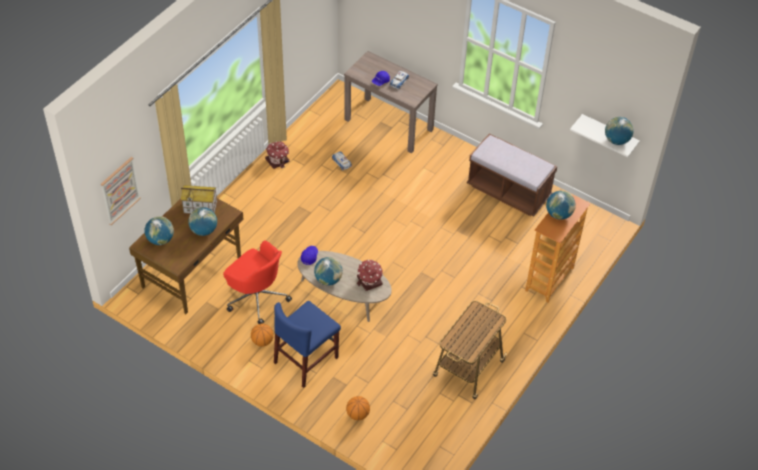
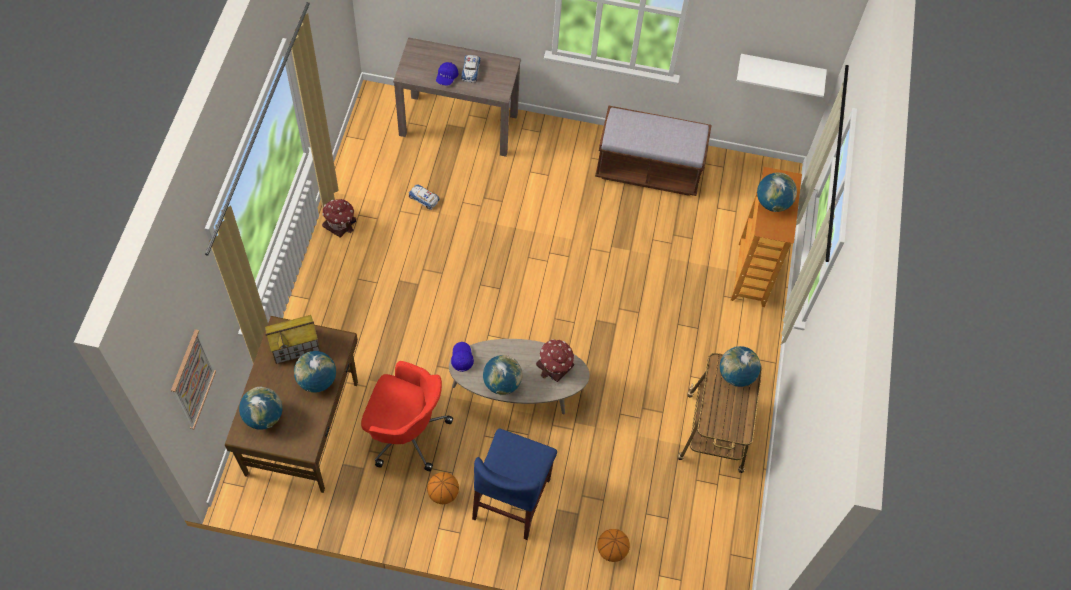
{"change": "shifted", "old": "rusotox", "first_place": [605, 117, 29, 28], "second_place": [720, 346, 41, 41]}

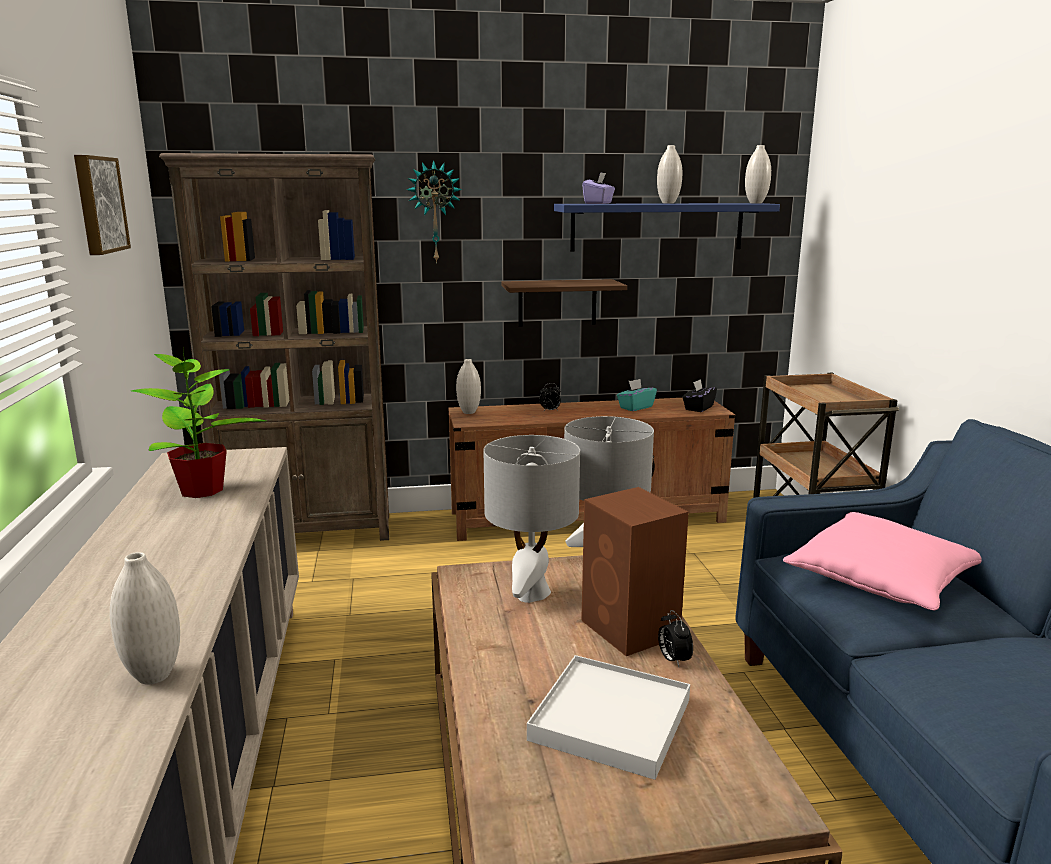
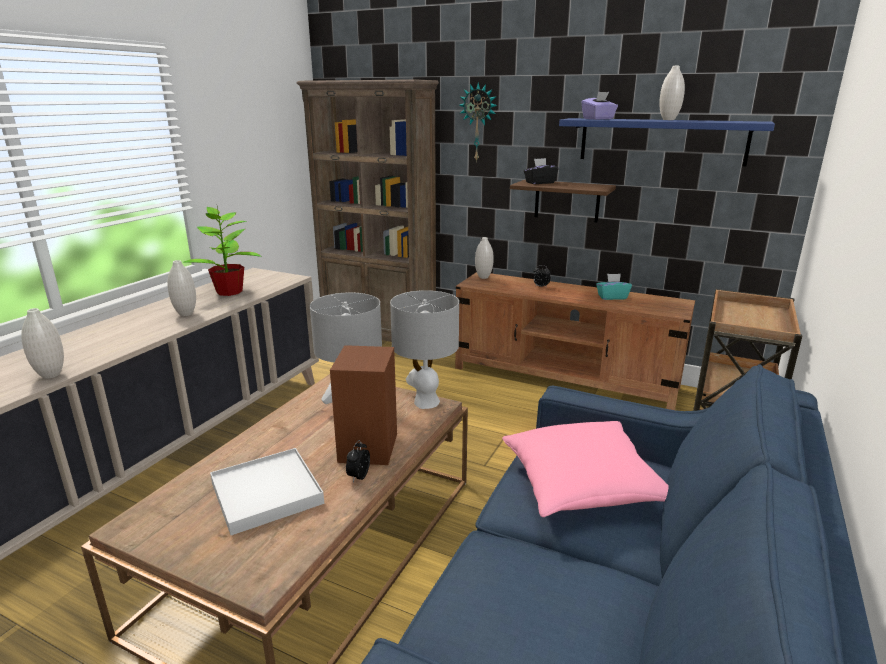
{"change": "gone", "old": "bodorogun", "first_place": [74, 155, 57, 100]}
{"change": "shifted", "old": "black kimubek", "first_place": [682, 379, 35, 33], "second_place": [524, 158, 35, 26]}
{"change": "shifted", "old": "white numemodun", "first_place": [745, 145, 26, 58], "second_place": [167, 260, 29, 56]}

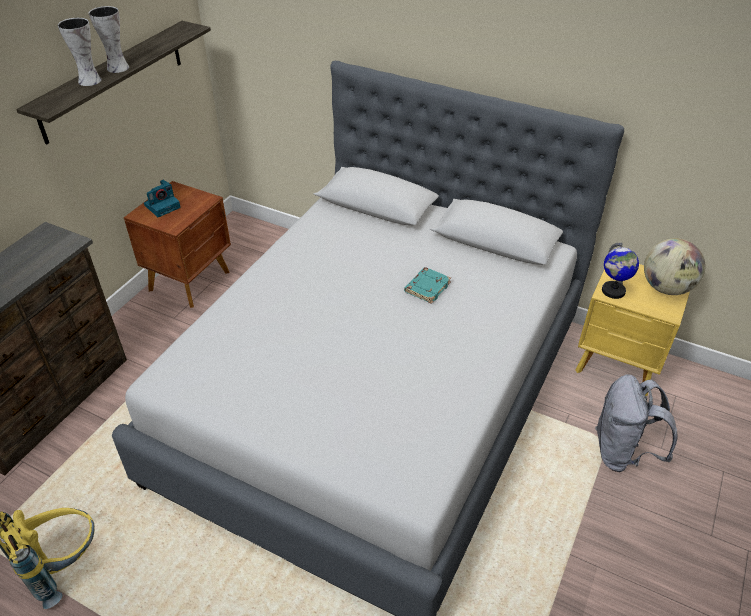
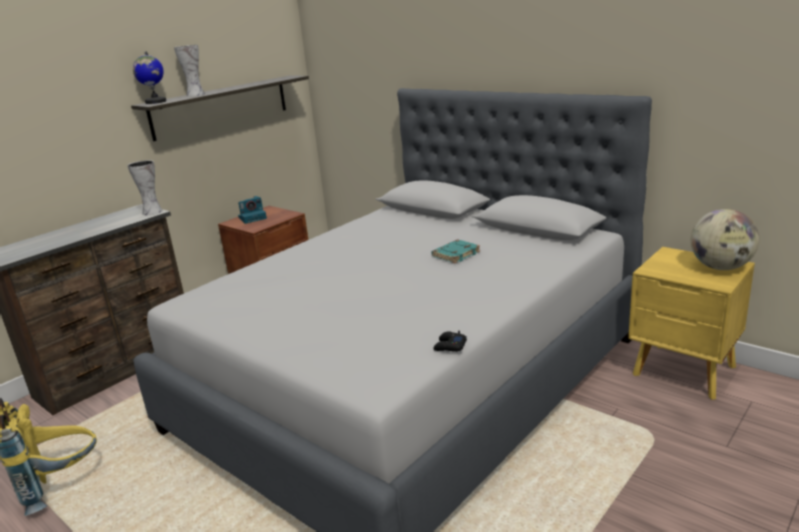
{"change": "shifted", "old": "numemodun", "first_place": [89, 6, 40, 67], "second_place": [127, 160, 36, 55]}
{"change": "gone", "old": "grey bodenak", "first_place": [595, 374, 83, 98]}
{"change": "shifted", "old": "rusotox", "first_place": [602, 242, 37, 57], "second_place": [133, 51, 33, 53]}
{"change": "new", "new": "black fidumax", "second_place": [433, 331, 34, 21]}

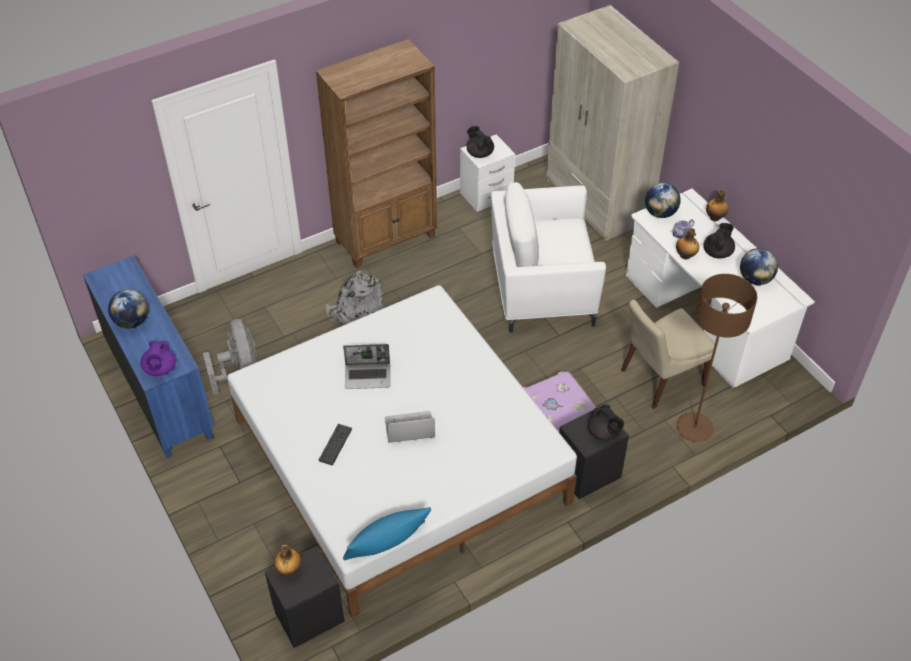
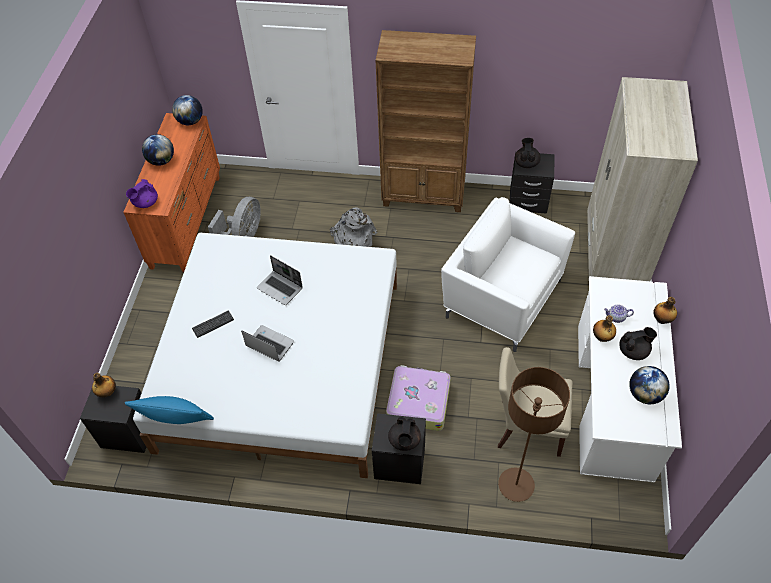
{"change": "repainted", "old": "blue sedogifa", "new": "orange sedogifa", "first_place": [83, 256, 131, 202], "second_place": [123, 113, 97, 159]}
{"change": "repainted", "old": "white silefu", "new": "black silefu", "first_place": [460, 134, 55, 78], "second_place": [509, 152, 46, 62]}
{"change": "shifted", "old": "rusotox", "first_place": [645, 183, 36, 35], "second_place": [172, 95, 31, 30]}

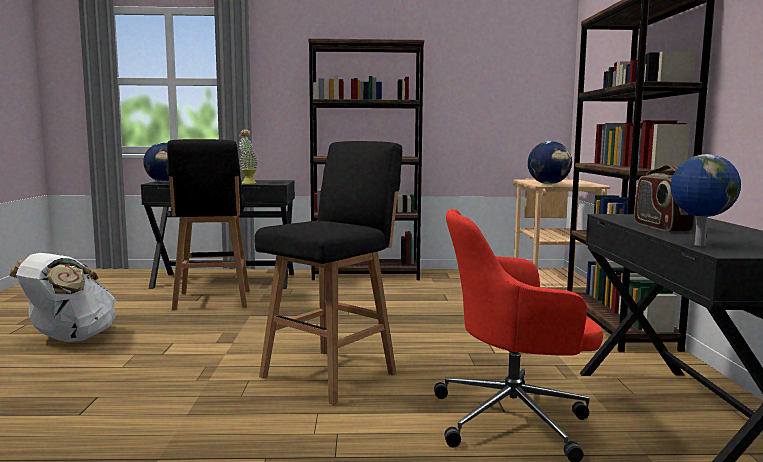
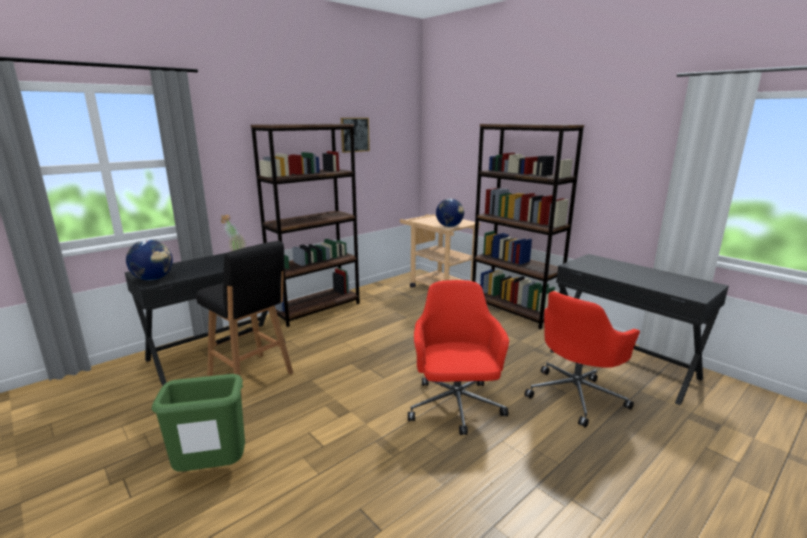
{"change": "swapped", "old": "white bodenak", "new": "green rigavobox", "first_place": [9, 253, 107, 89], "second_place": [152, 374, 93, 98]}
{"change": "swapped", "old": "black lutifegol", "new": "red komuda", "first_place": [255, 141, 147, 264], "second_place": [408, 280, 101, 155]}
{"change": "gone", "old": "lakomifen", "first_place": [634, 165, 61, 66]}
{"change": "gone", "old": "rusotox", "first_place": [671, 154, 70, 92]}
{"change": "new", "new": "bodorogun", "second_place": [341, 118, 29, 35]}

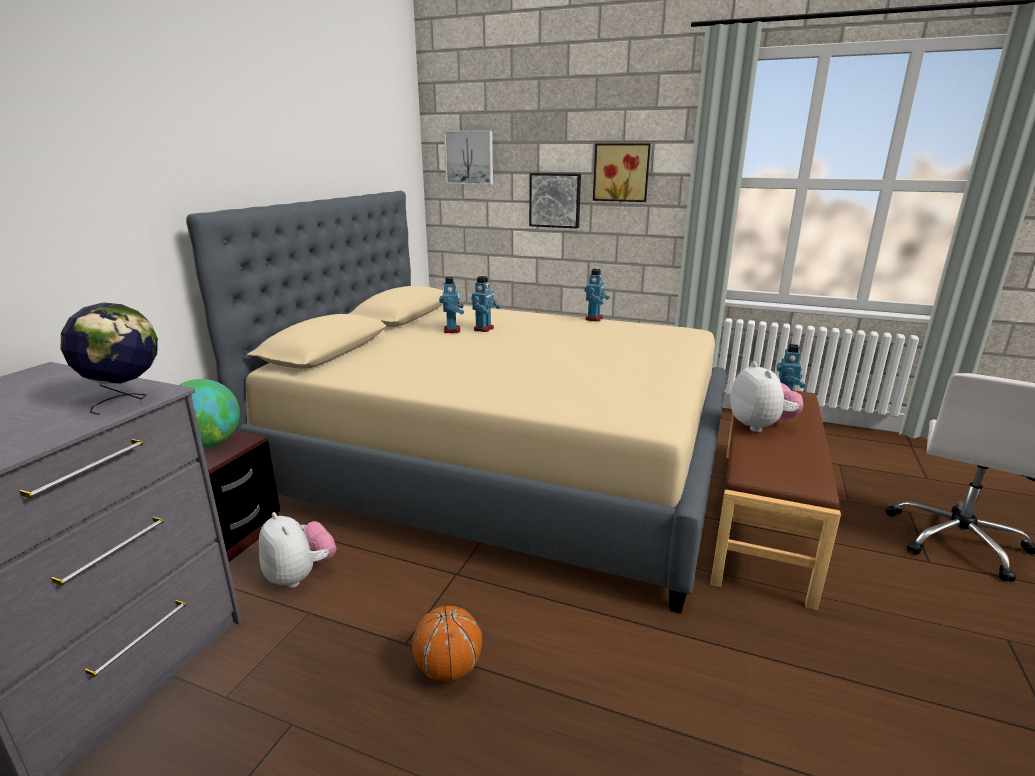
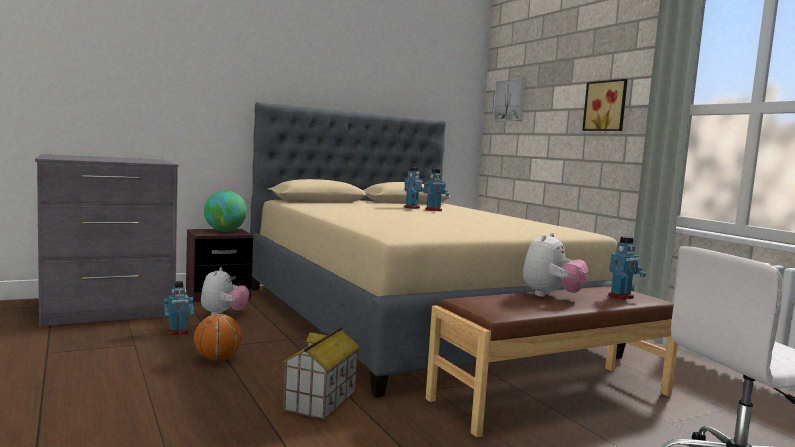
{"change": "gone", "old": "rusotox", "first_place": [61, 303, 97, 112]}
{"change": "gone", "old": "bodorogun", "first_place": [529, 173, 52, 55]}
{"change": "shifted", "old": "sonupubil", "first_place": [584, 269, 26, 53], "second_place": [164, 281, 30, 54]}
{"change": "new", "new": "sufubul", "second_place": [283, 327, 77, 93]}

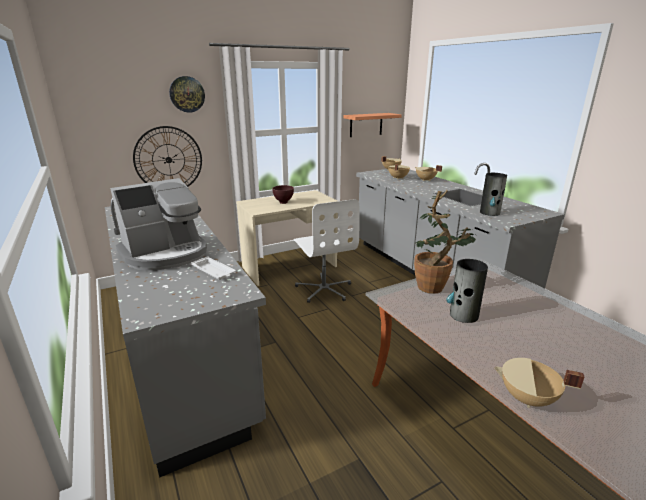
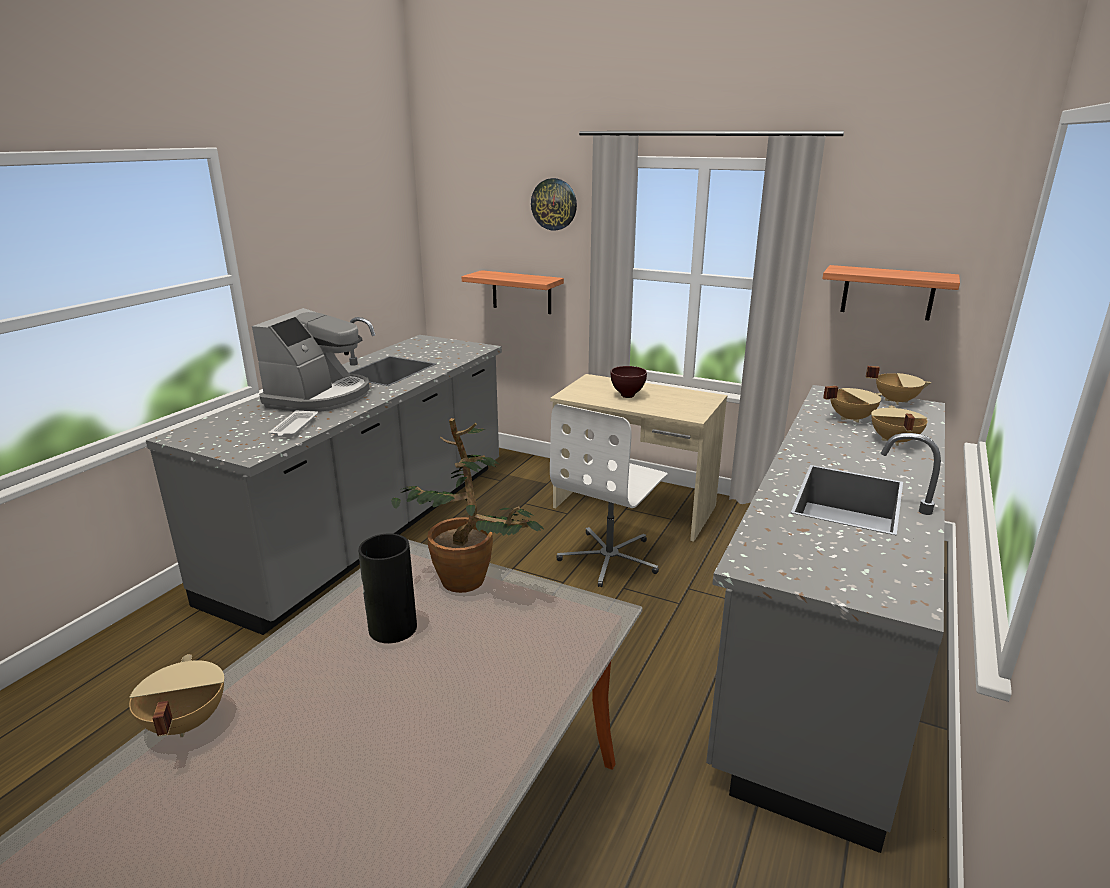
{"change": "rotated", "old": "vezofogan", "first_place": [110, 178, 97, 92], "second_place": [252, 308, 118, 104], "degrees": -90}
{"change": "swapped", "old": "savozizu", "new": "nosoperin", "first_place": [133, 126, 69, 61], "second_place": [461, 270, 103, 44]}
{"change": "gone", "old": "numemodun", "first_place": [480, 173, 27, 43]}

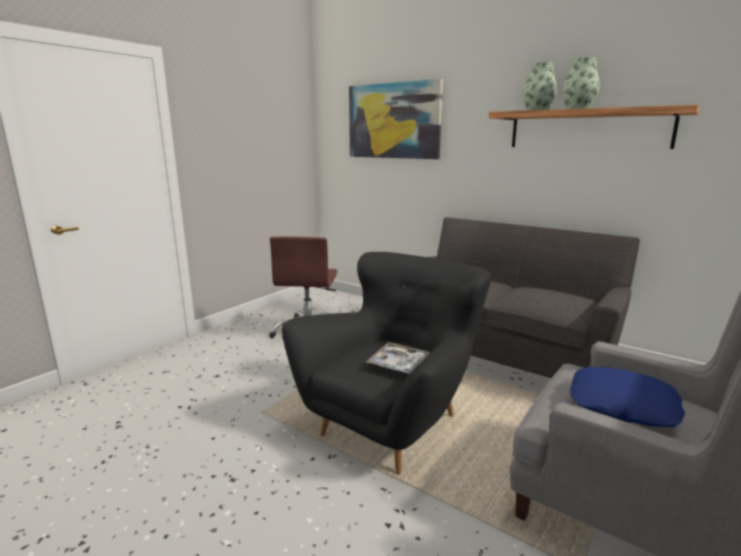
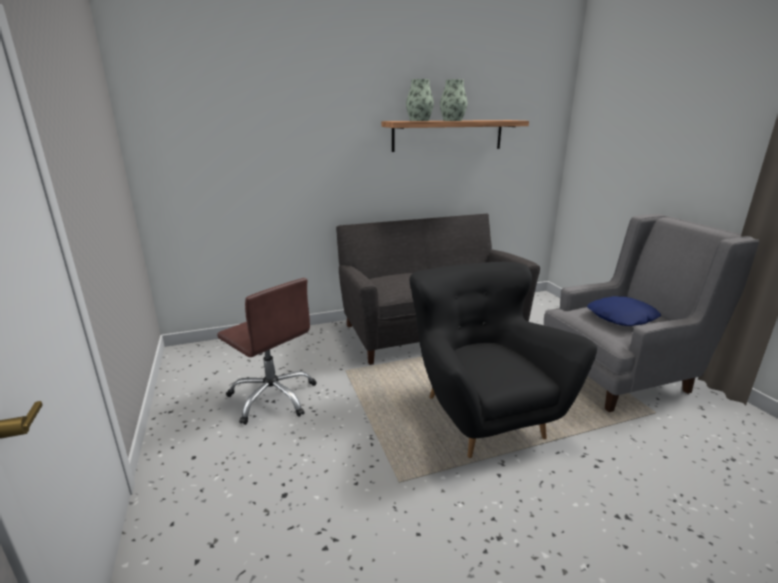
{"change": "gone", "old": "bodorogun", "first_place": [349, 79, 94, 80]}
{"change": "gone", "old": "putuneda", "first_place": [366, 342, 64, 32]}

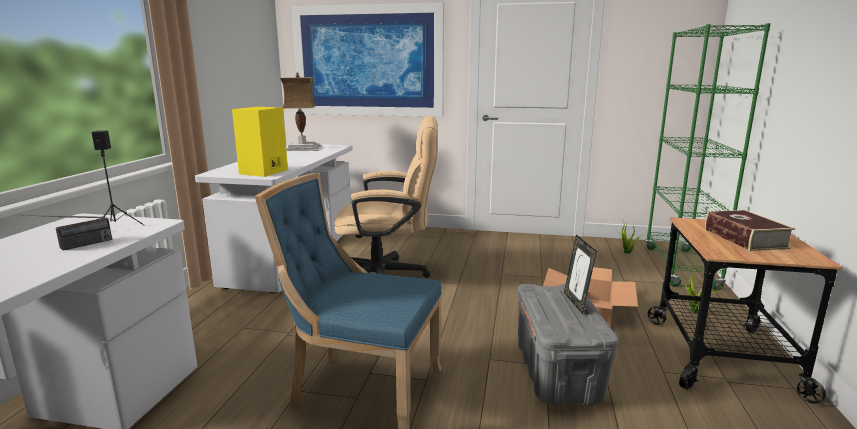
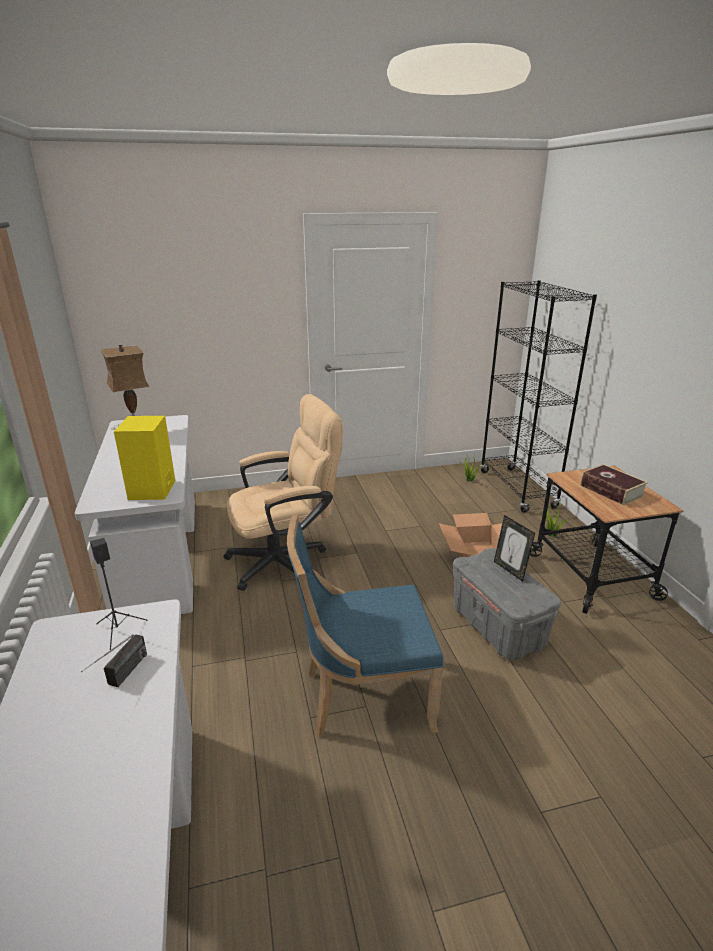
{"change": "gone", "old": "bodorogun", "first_place": [291, 3, 153, 114]}
{"change": "repainted", "old": "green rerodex", "new": "black rerodex", "first_place": [645, 23, 126, 267], "second_place": [480, 280, 117, 232]}

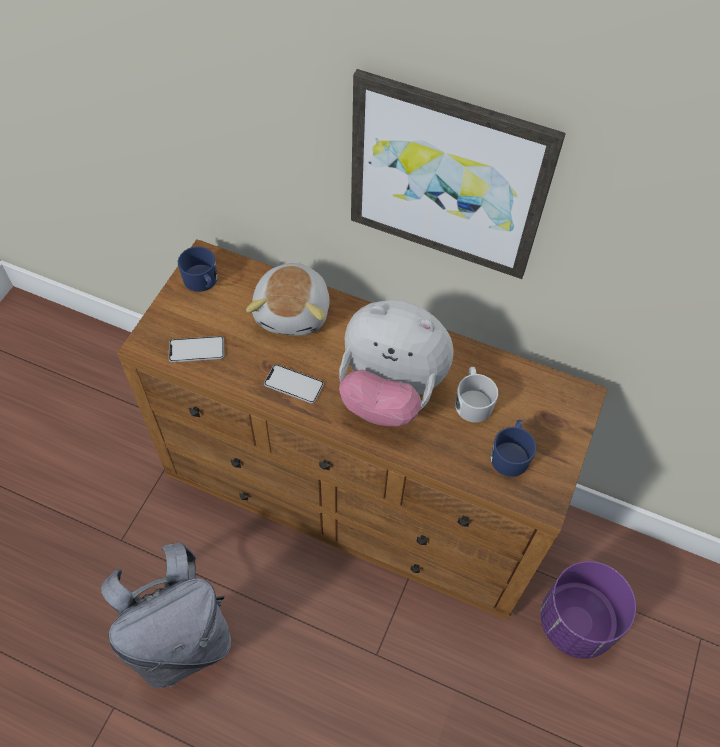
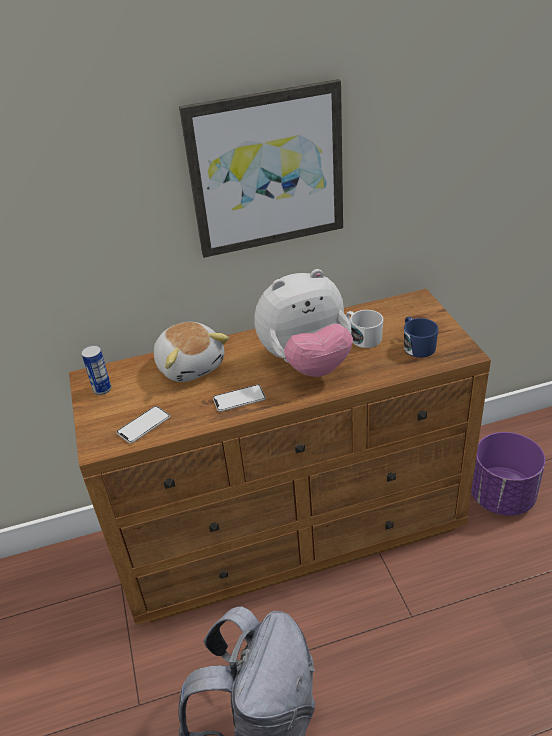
{"change": "swapped", "old": "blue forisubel", "new": "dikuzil", "first_place": [178, 246, 39, 46], "second_place": [81, 345, 30, 50]}

